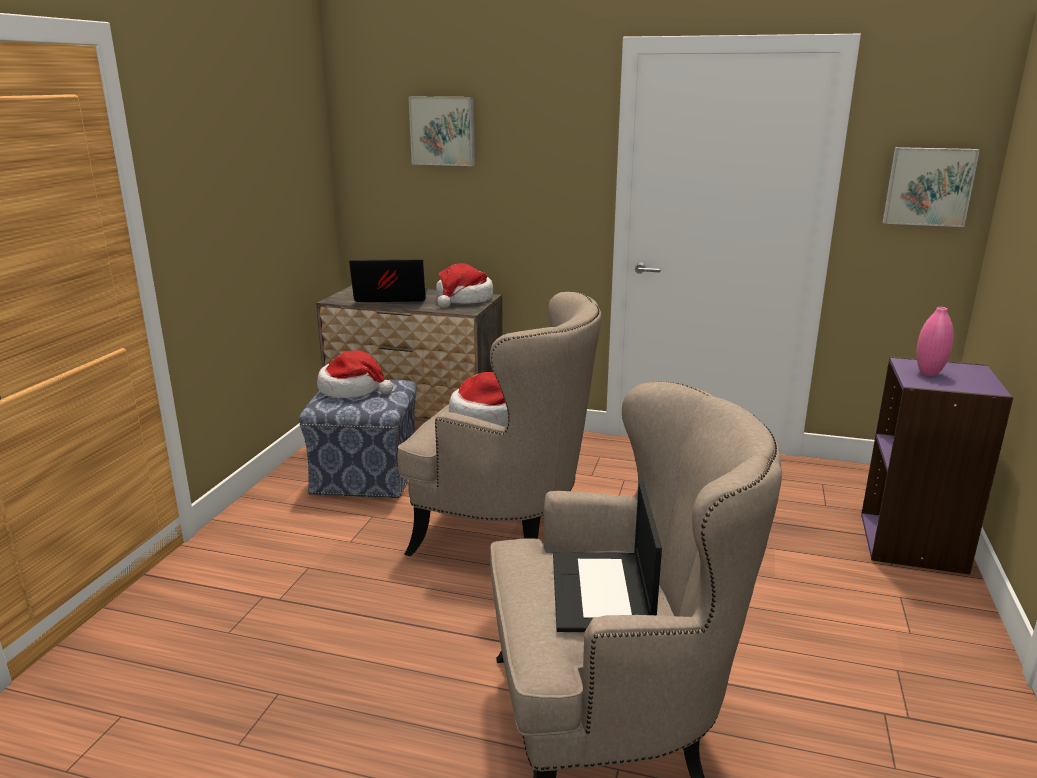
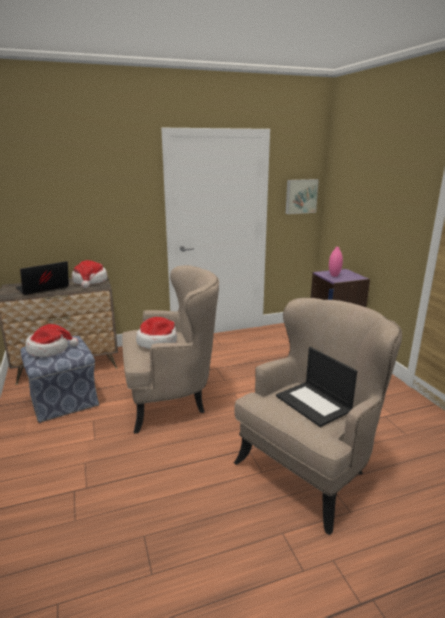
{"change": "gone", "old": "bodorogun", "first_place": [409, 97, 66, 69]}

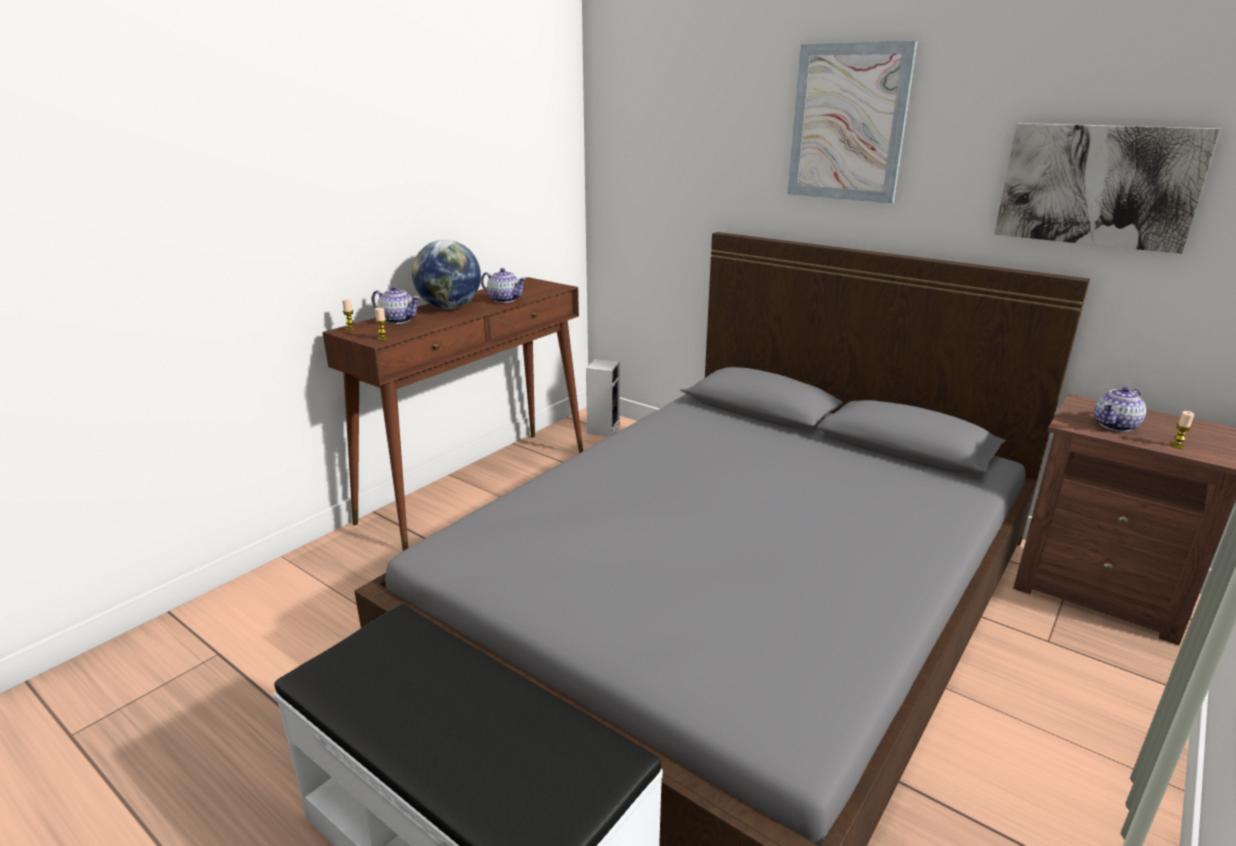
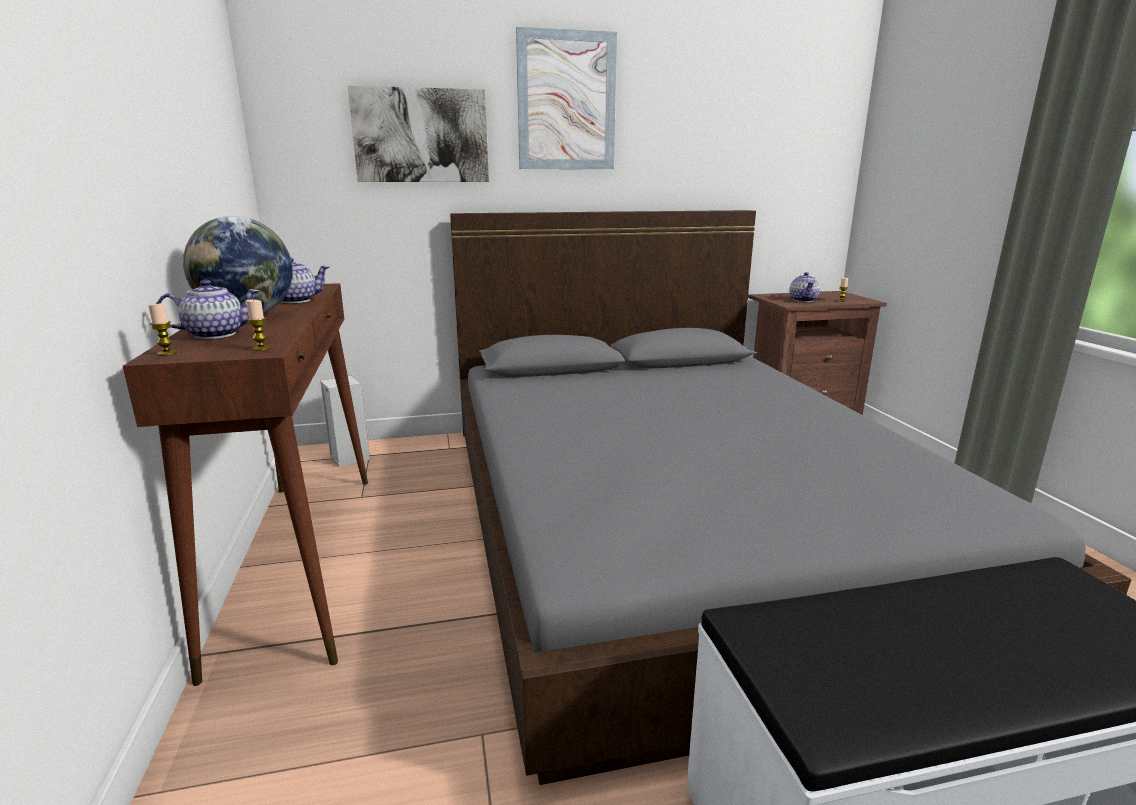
{"change": "shifted", "old": "bodorogun", "first_place": [994, 123, 227, 131], "second_place": [348, 85, 141, 97]}

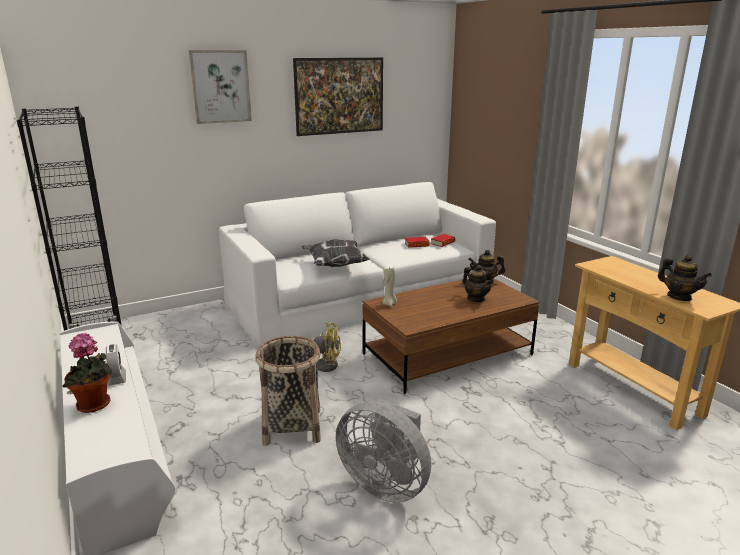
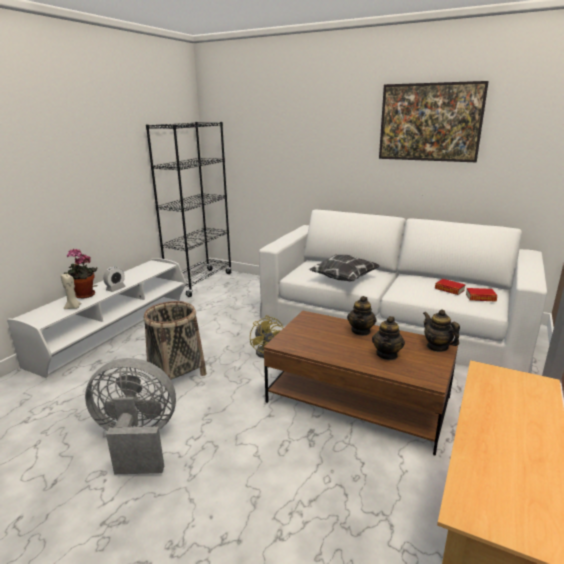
{"change": "gone", "old": "bodorogun", "first_place": [189, 50, 63, 74]}
{"change": "rotated", "old": "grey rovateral", "first_place": [336, 399, 95, 104], "second_place": [85, 358, 91, 116], "degrees": 90}
{"change": "shifted", "old": "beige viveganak", "first_place": [382, 267, 15, 40], "second_place": [61, 273, 20, 36]}
{"change": "shifted", "old": "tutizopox", "first_place": [658, 255, 54, 46], "second_place": [347, 296, 30, 40]}

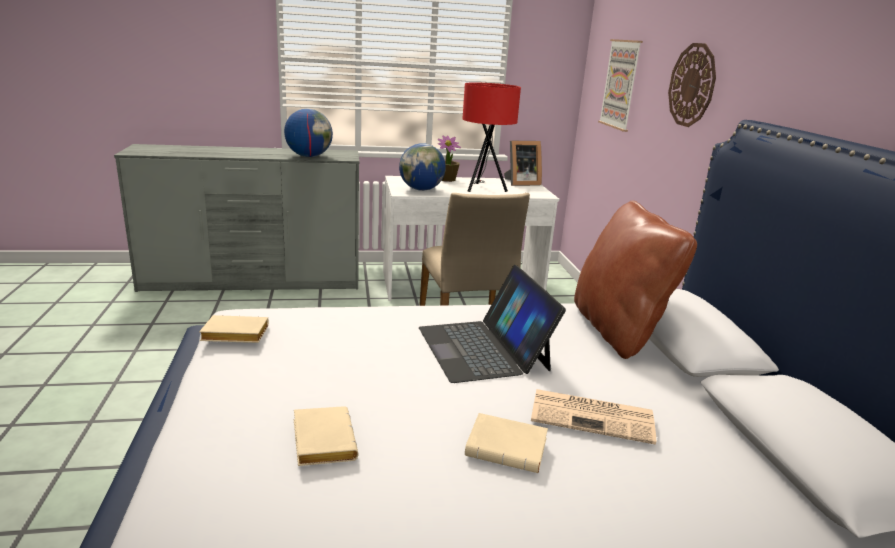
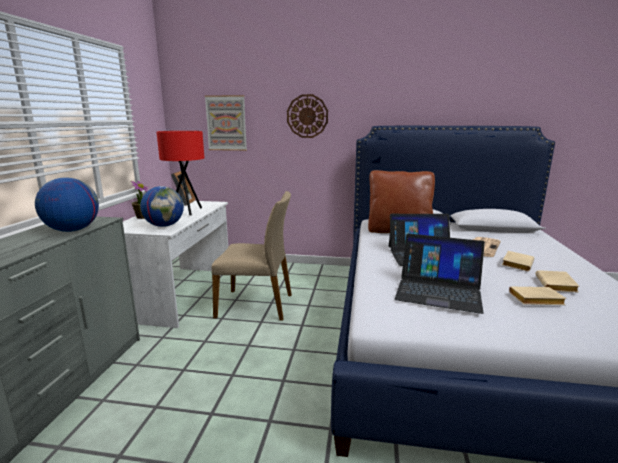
{"change": "shifted", "old": "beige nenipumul", "first_place": [199, 315, 70, 28], "second_place": [536, 270, 44, 23]}
{"change": "new", "new": "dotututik", "second_place": [395, 234, 90, 80]}

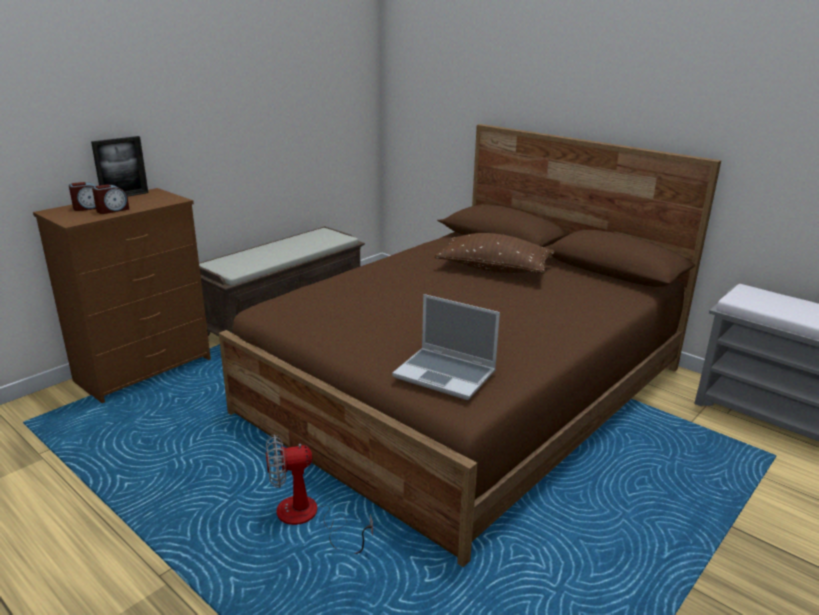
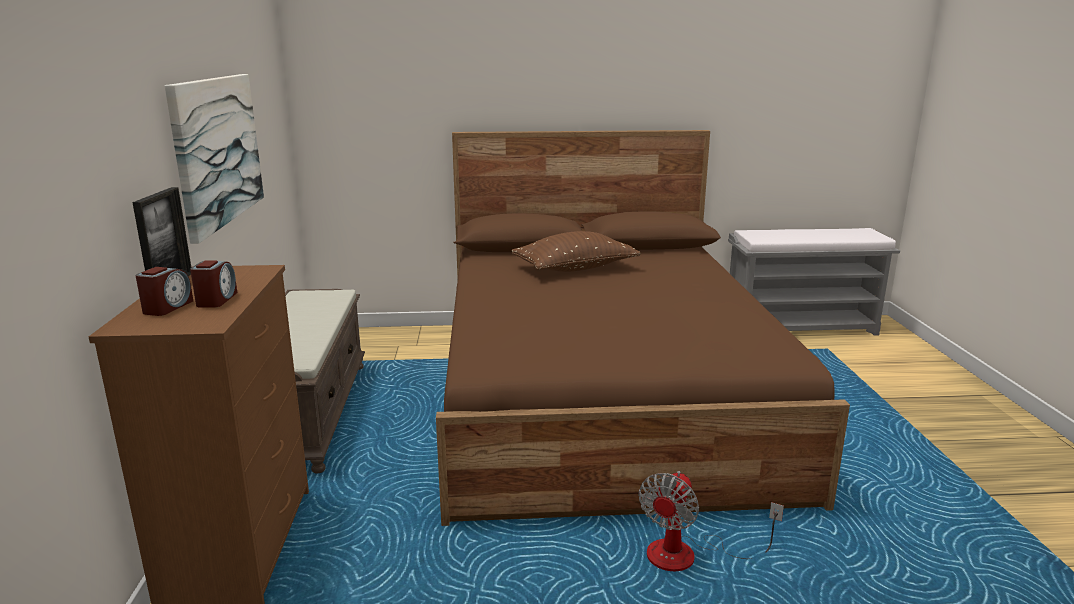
{"change": "gone", "old": "dotututik", "first_place": [392, 294, 108, 106]}
{"change": "new", "new": "bodorogun", "second_place": [165, 74, 99, 170]}

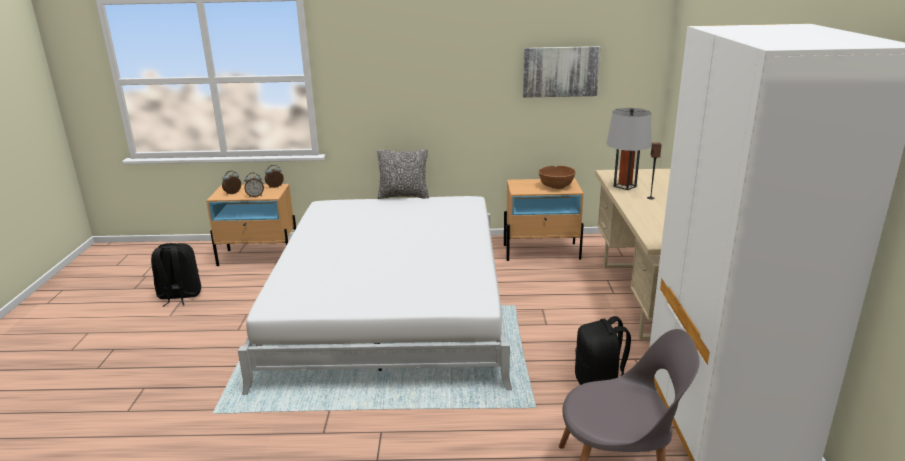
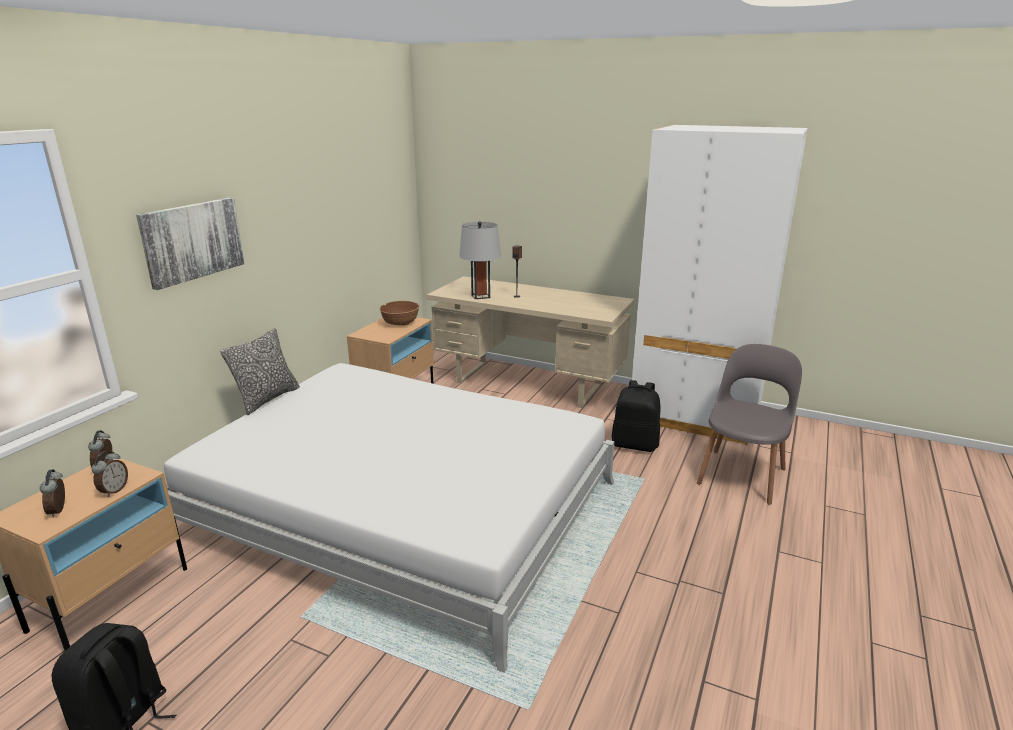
{"change": "shifted", "old": "bodorogun", "first_place": [523, 46, 78, 52], "second_place": [136, 198, 109, 92]}

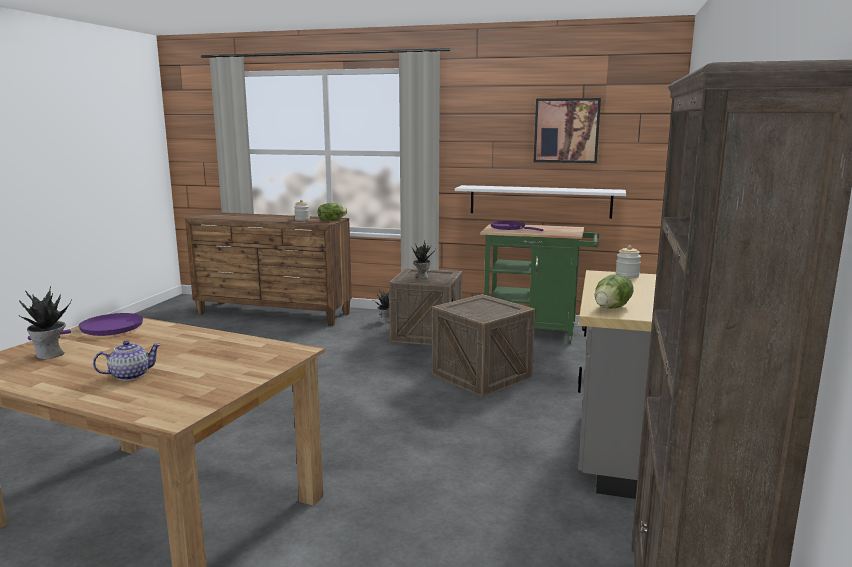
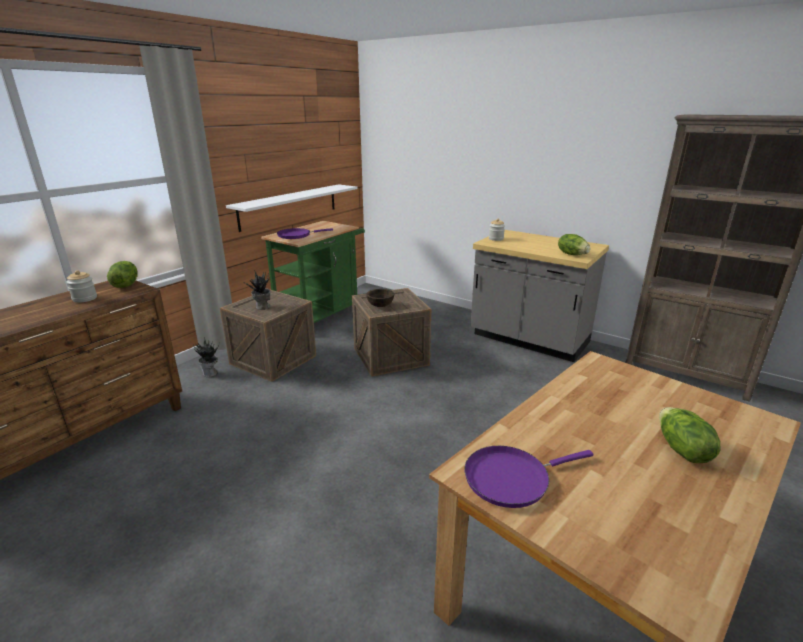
{"change": "gone", "old": "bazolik", "first_place": [19, 286, 52, 73]}
{"change": "rotated", "old": "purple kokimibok", "first_place": [28, 313, 115, 27], "second_place": [465, 446, 128, 62], "degrees": -90}
{"change": "swapped", "old": "tutizopox", "new": "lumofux", "first_place": [93, 340, 68, 41], "second_place": [659, 407, 62, 56]}
{"change": "gone", "old": "bodorogun", "first_place": [534, 98, 67, 65]}
{"change": "new", "new": "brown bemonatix", "second_place": [366, 289, 28, 18]}

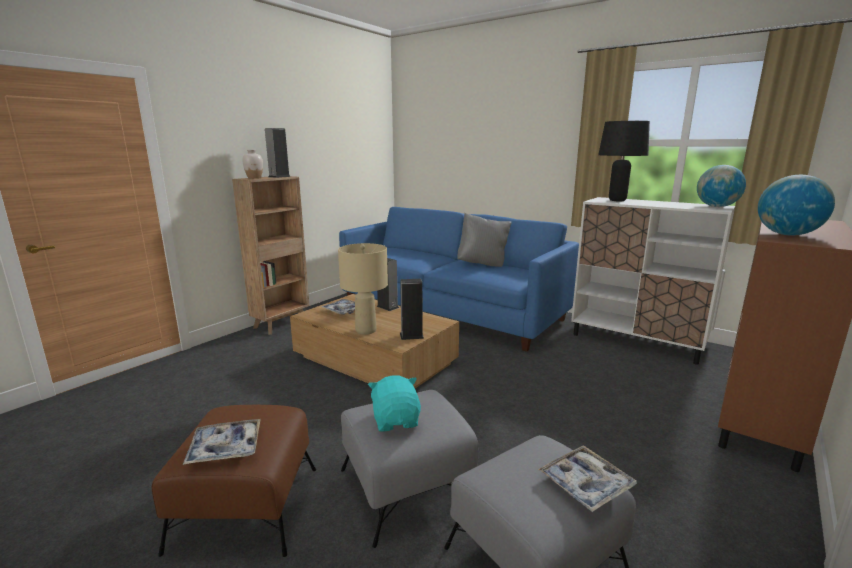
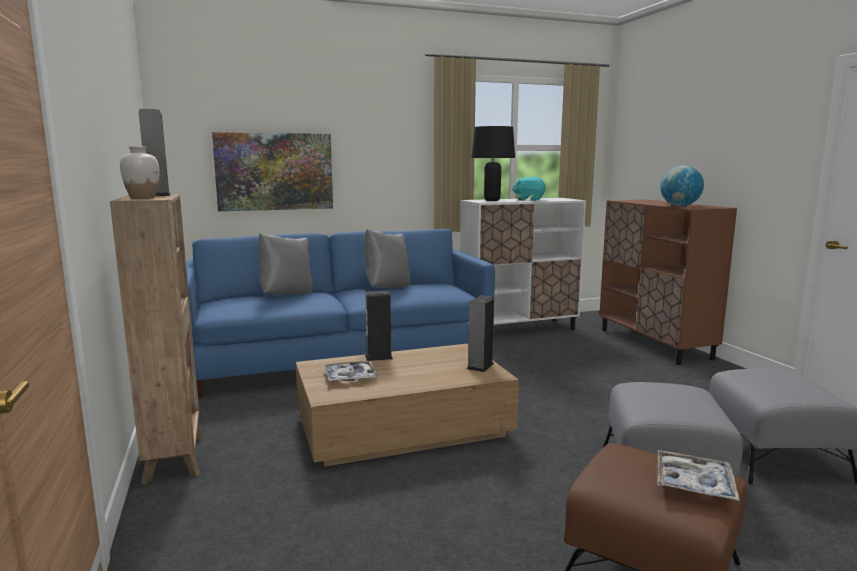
{"change": "gone", "old": "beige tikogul", "first_place": [338, 243, 50, 92]}
{"change": "shifted", "old": "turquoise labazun", "first_place": [368, 375, 53, 57], "second_place": [512, 177, 34, 24]}
{"change": "gone", "old": "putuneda", "first_place": [538, 445, 99, 67]}
{"change": "gone", "old": "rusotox", "first_place": [697, 165, 49, 42]}
{"change": "new", "new": "bodorogun", "second_place": [212, 132, 121, 79]}
{"change": "new", "new": "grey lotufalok", "second_place": [258, 233, 55, 62]}

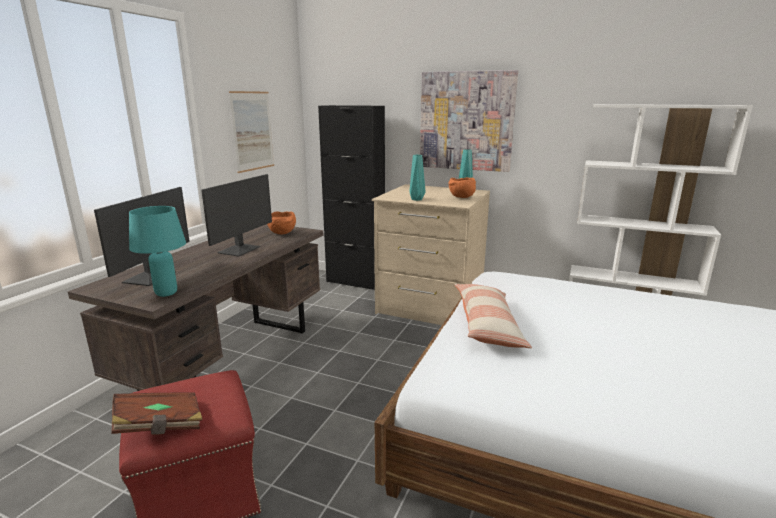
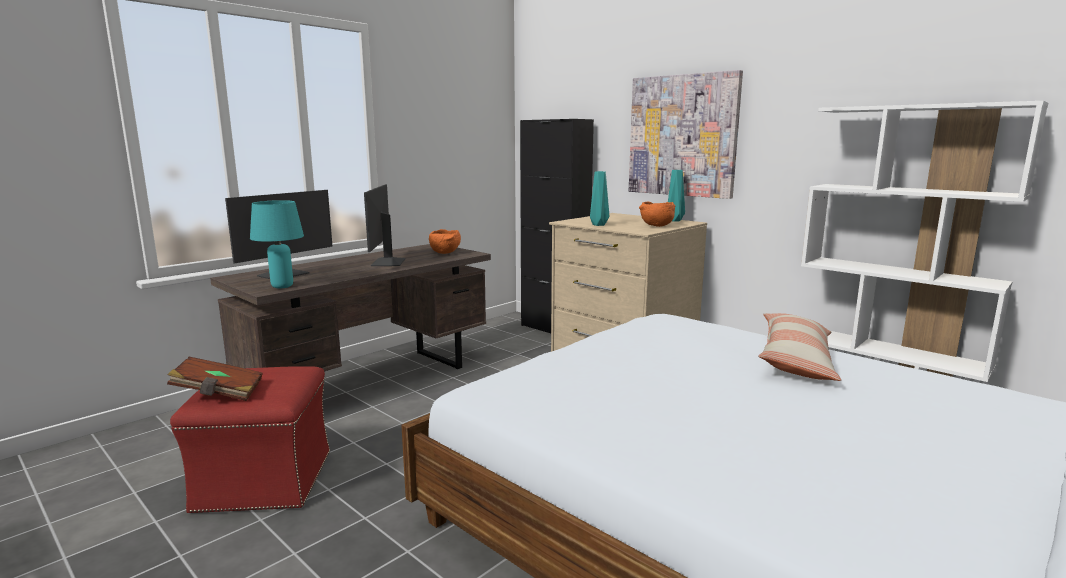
{"change": "rotated", "old": "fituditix", "first_place": [201, 174, 71, 83], "second_place": [364, 184, 42, 82], "degrees": 135}
{"change": "gone", "old": "bodorogun", "first_place": [229, 91, 45, 82]}
{"change": "shifted", "old": "lotufalok", "first_place": [454, 284, 78, 64], "second_place": [758, 313, 83, 68]}

